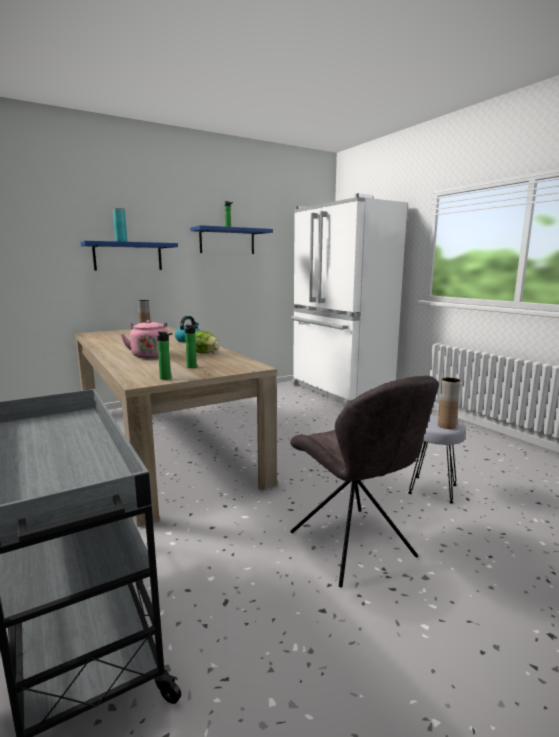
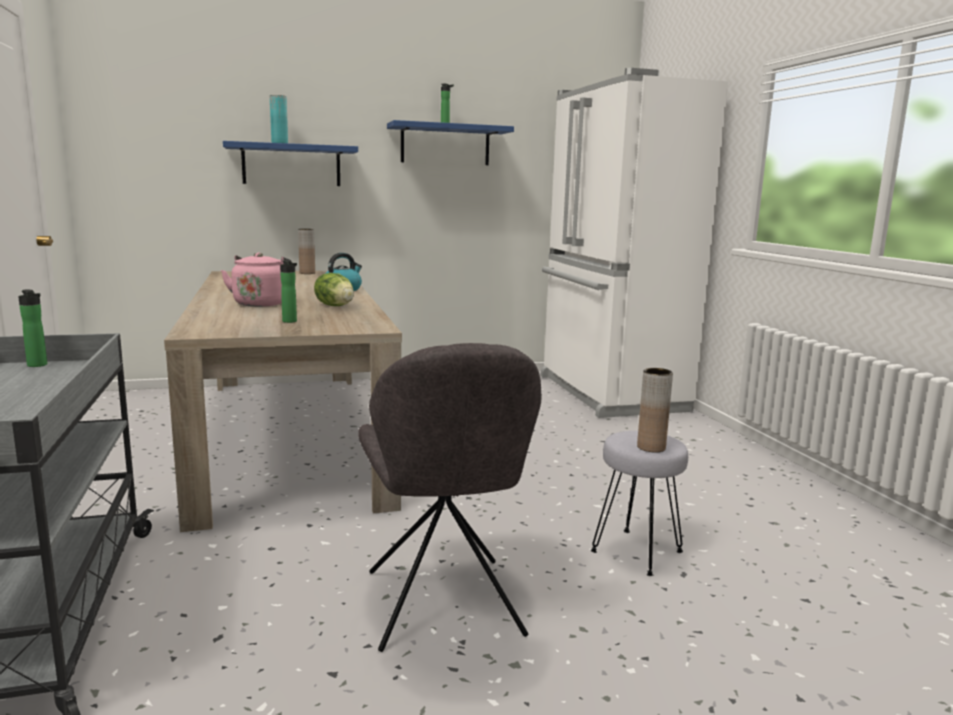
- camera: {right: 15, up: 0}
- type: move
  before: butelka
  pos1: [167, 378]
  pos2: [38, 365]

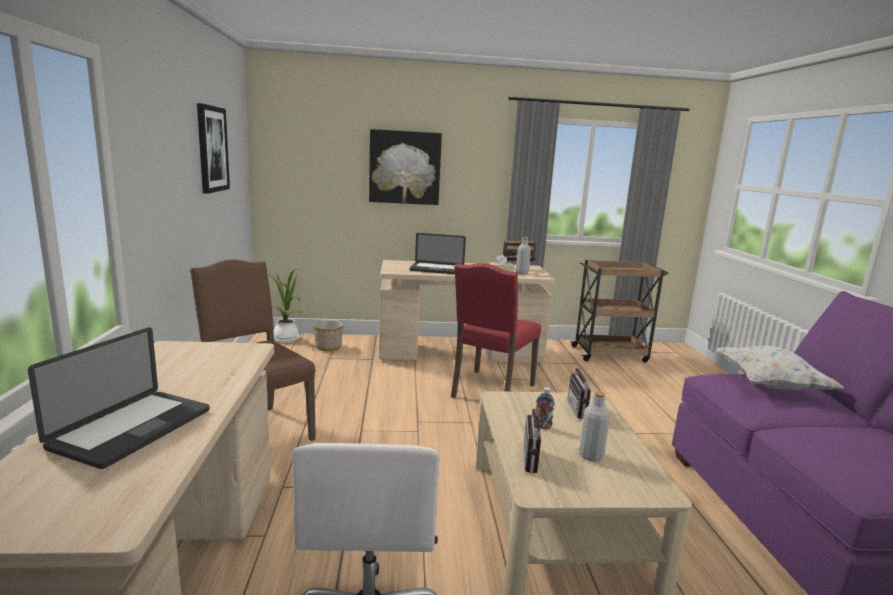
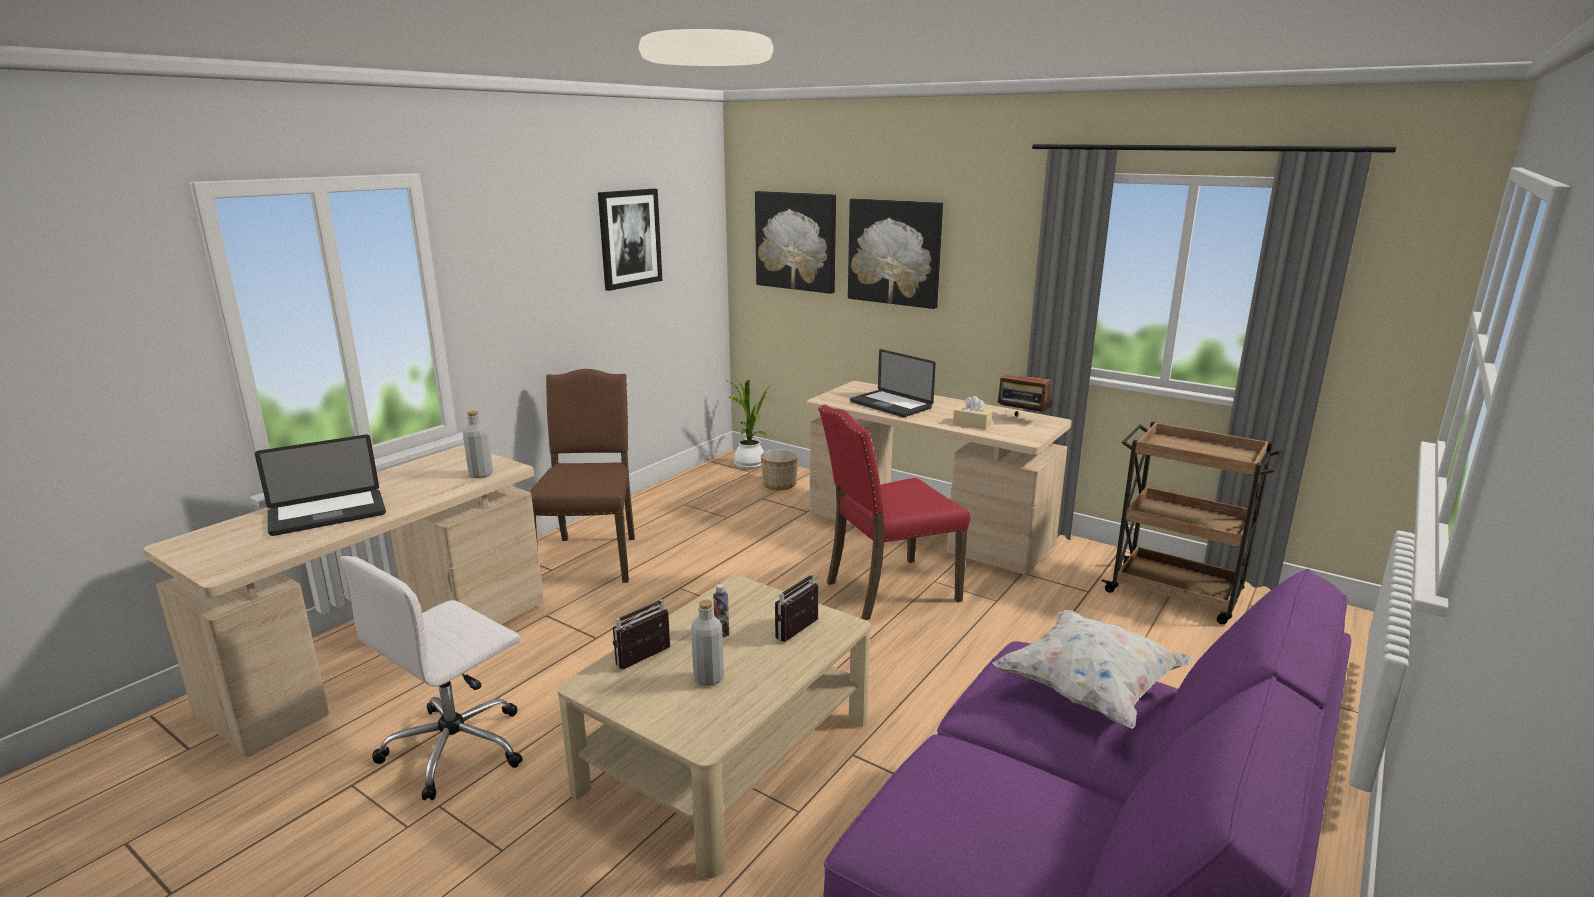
- camera: {right: 40, up: 5}
- type: move
  before: butelka [szary]
  pos1: [522, 273]
  pos2: [481, 474]
- type: insert
  after: obraz
  pos2: [796, 241]

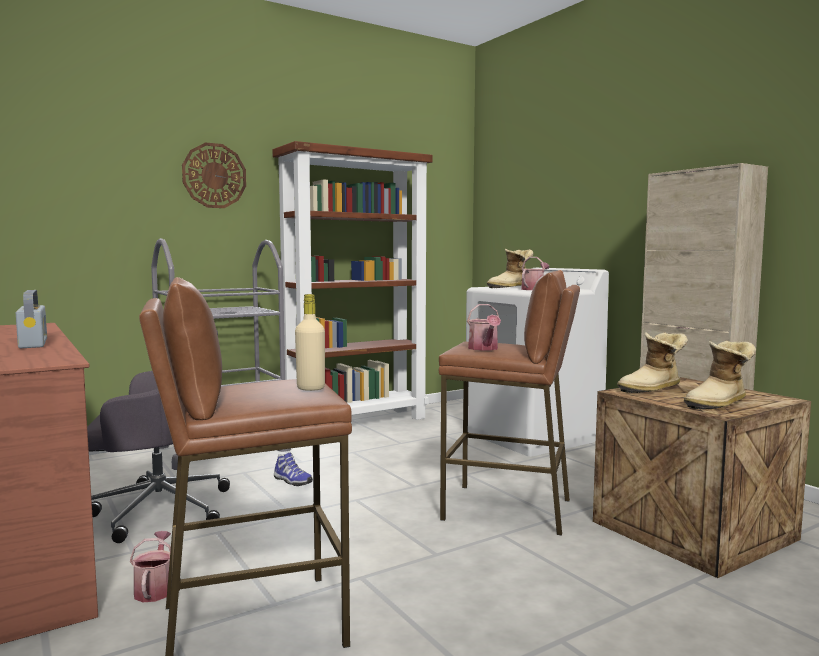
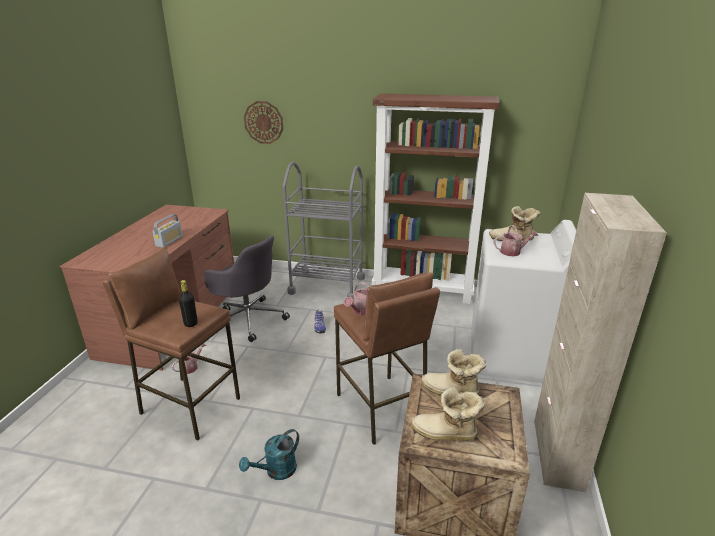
- camera: {right: 45, up: 20}
- type: move
  before: zegar ścienny
  pos1: [214, 176]
  pos2: [263, 122]
- type: recolor
  before: butelka [beżowy]
  after: butelka [czarny]
  pos1: [310, 388]
  pos2: [191, 323]
- type: insert
  after: konewka [turkusowy]
  pos2: [276, 471]

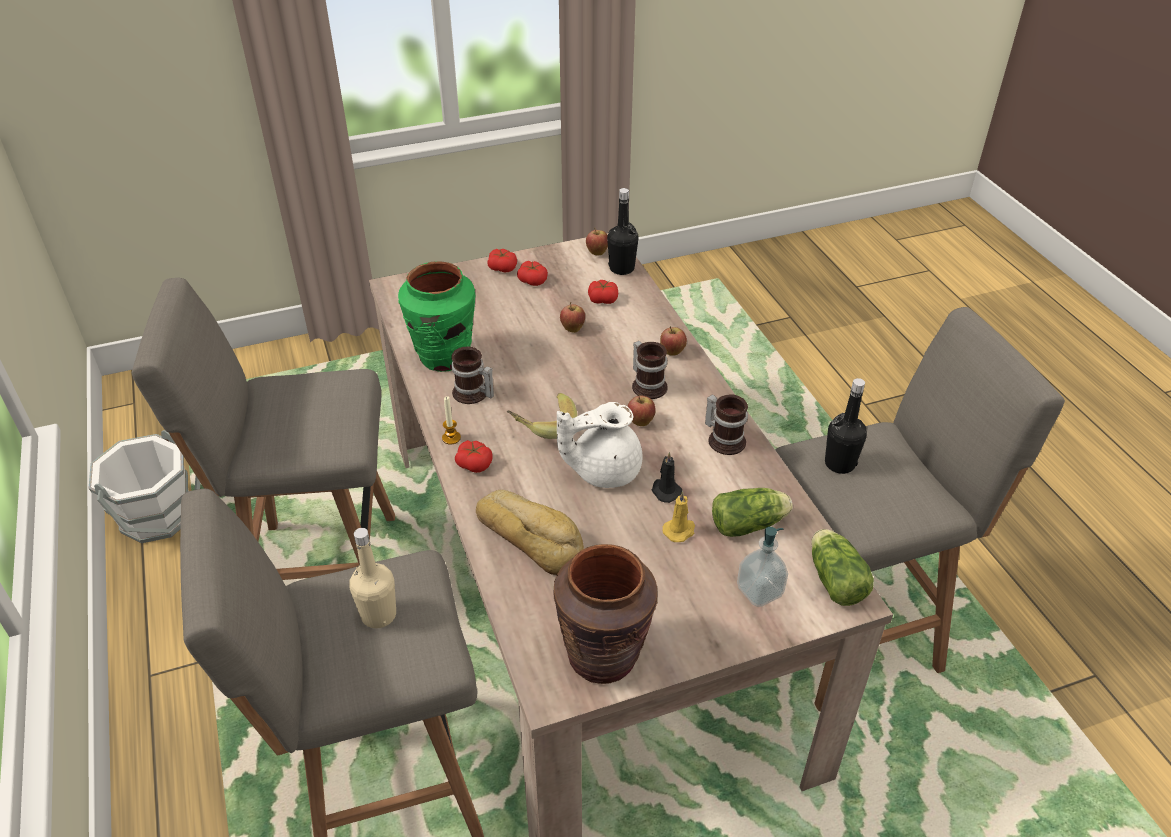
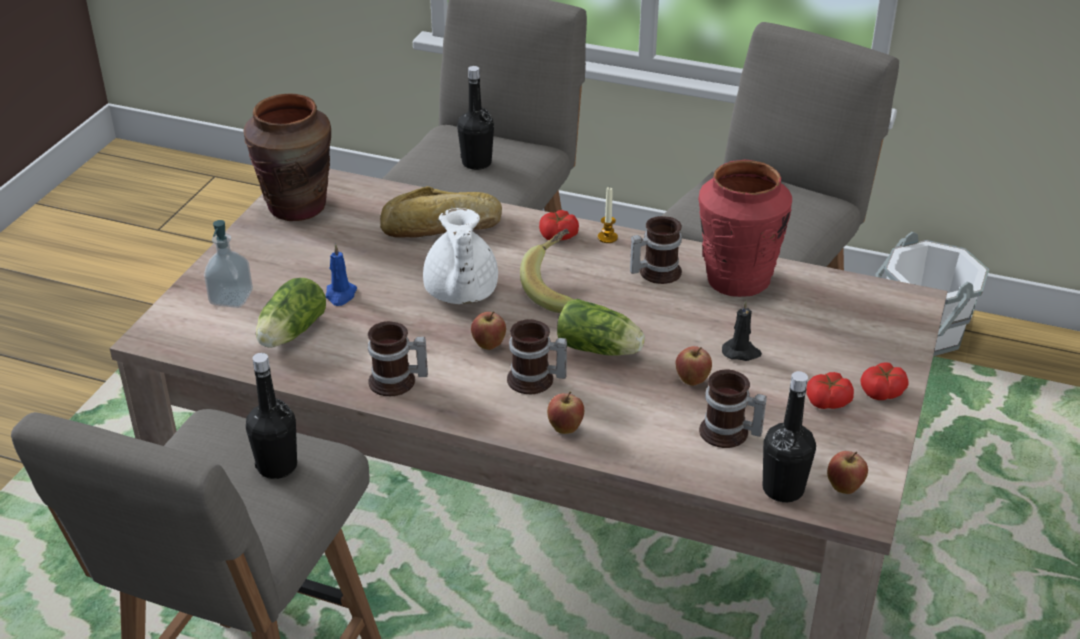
- camera: {right: 130, up: -5}
- type: recolor
  before: wazon [zielony]
  after: wazon [czerwony]
  pos1: [444, 357]
  pos2: [737, 280]
- type: replace
  before: pomidor
  after: kubek
  pos1: [603, 299]
  pos2: [728, 434]
- type: rotate
  before: imbryk [biały]
  pos1: [603, 470]
  pos2: [460, 293]
  turn: 150
- type: move
  before: świeca [czarny]
  pos1: [665, 491]
  pos2: [741, 352]
- type: recolor
  before: świeca [żółty]
  after: świeca [niebieski]
  pos1: [680, 530]
  pos2: [340, 295]
- type: recolor
  before: butelka [beżowy]
  after: butelka [czarny]
  pos1: [378, 615]
  pos2: [476, 163]
- type: move
  before: sałata
  pos1: [834, 578]
  pos2: [600, 349]

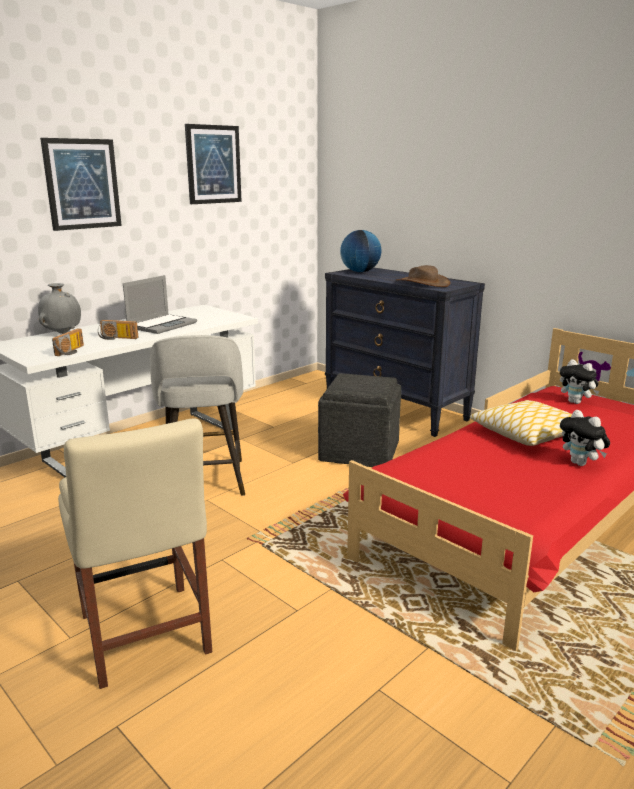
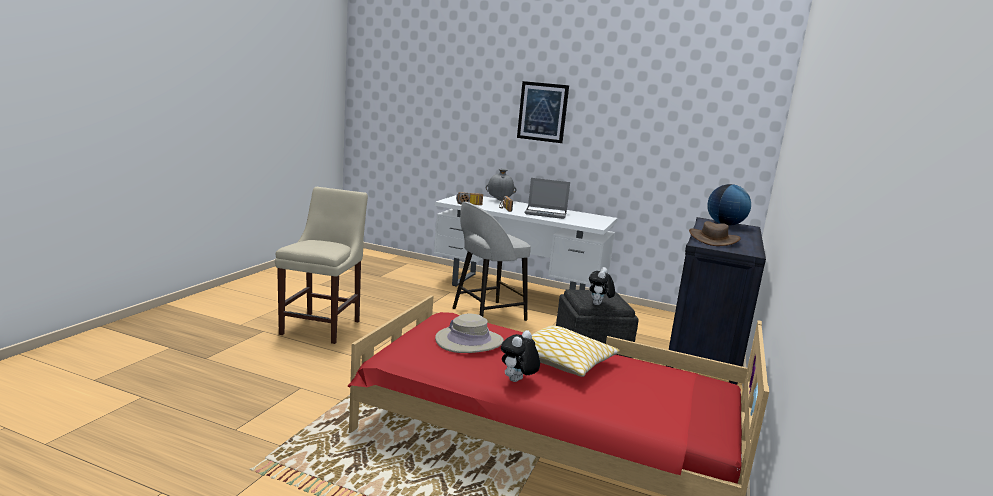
- camera: {right: 65, up: -5}
- type: delete
  before: obraz
  pos1: [213, 164]
- type: move
  before: pluszak
  pos1: [576, 402]
  pos2: [598, 305]
- type: rotate
  before: krzesło [beżowy]
  pos1: [145, 638]
  pos2: [323, 326]
  turn: 150
- type: insert
  after: kapelusz [beżowy]
  pos2: [469, 341]

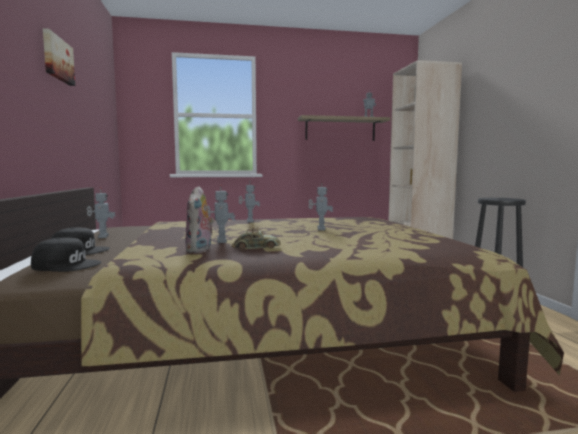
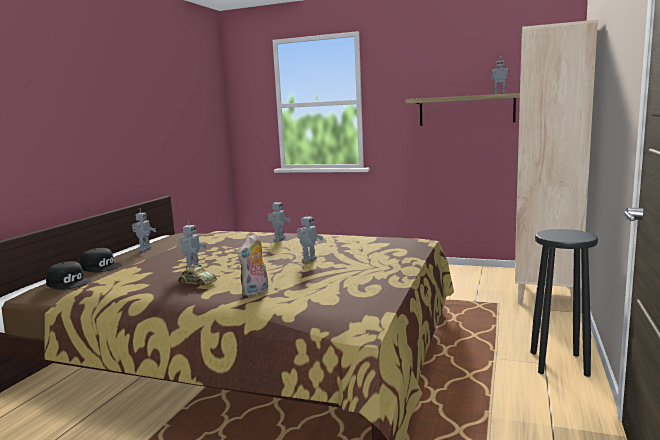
- camera: {right: 30, up: 5}
- type: delete
  before: obraz
  pos1: [57, 59]
- type: move
  before: pluszak
  pos1: [200, 250]
  pos2: [256, 292]

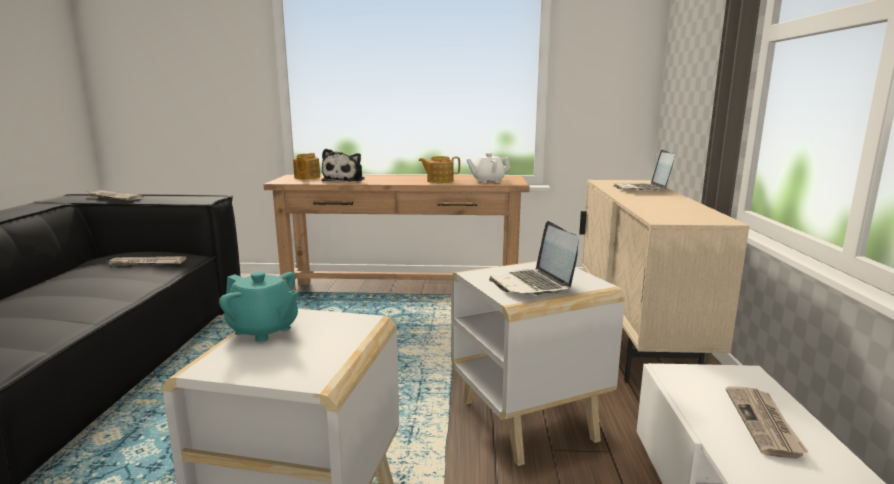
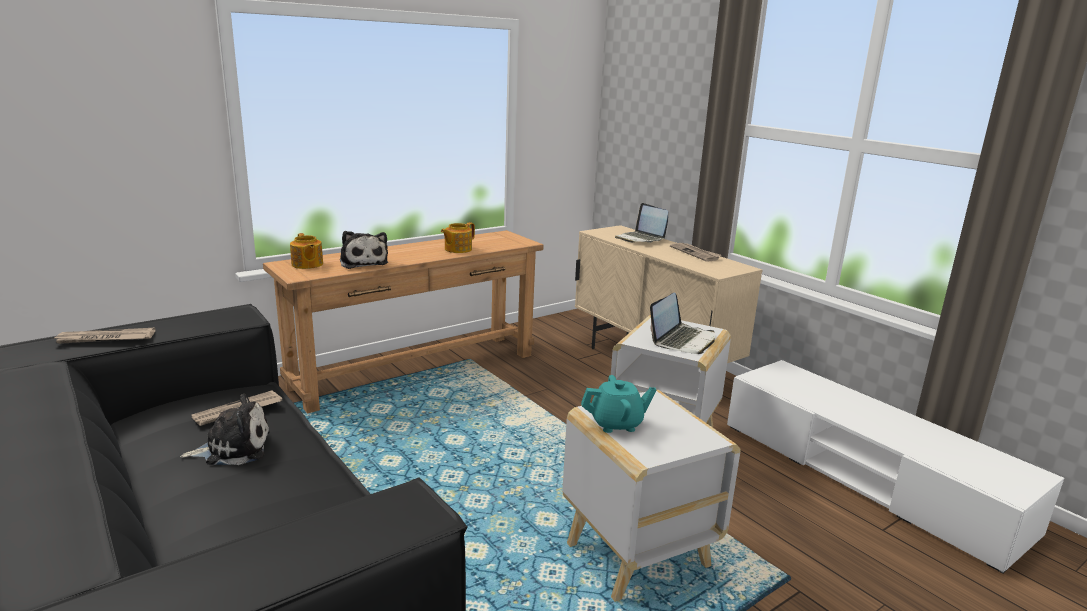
- camera: {right: -40, up: 5}
- type: delete
  before: imbryk [biały]
  pos1: [488, 181]
- type: rotate
  before: laptop
  pos1: [532, 284]
  pos2: [683, 340]
  turn: -90
- type: move
  before: gazeta
  pos1: [764, 423]
  pos2: [695, 253]
- type: insert
  after: pluszak
  pos2: [233, 448]

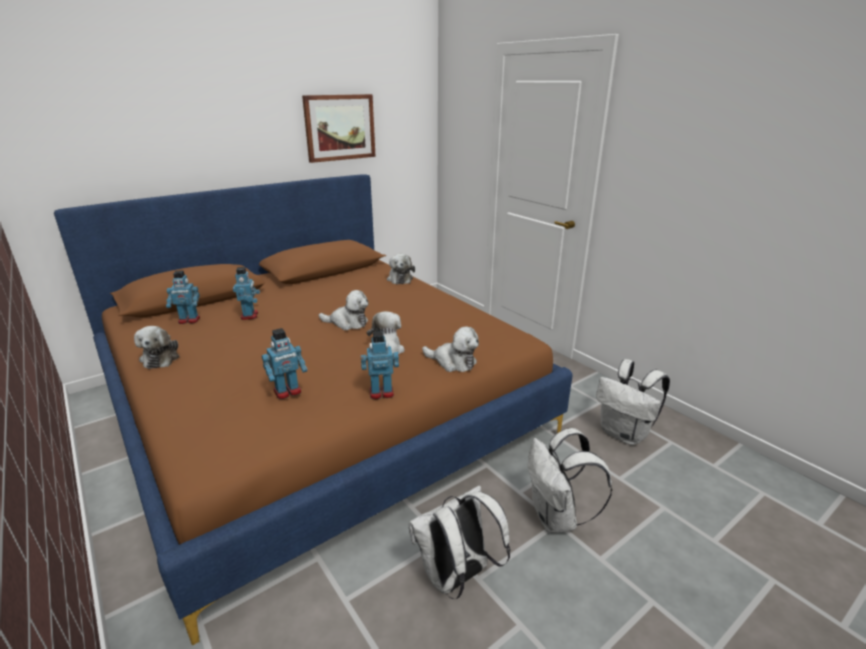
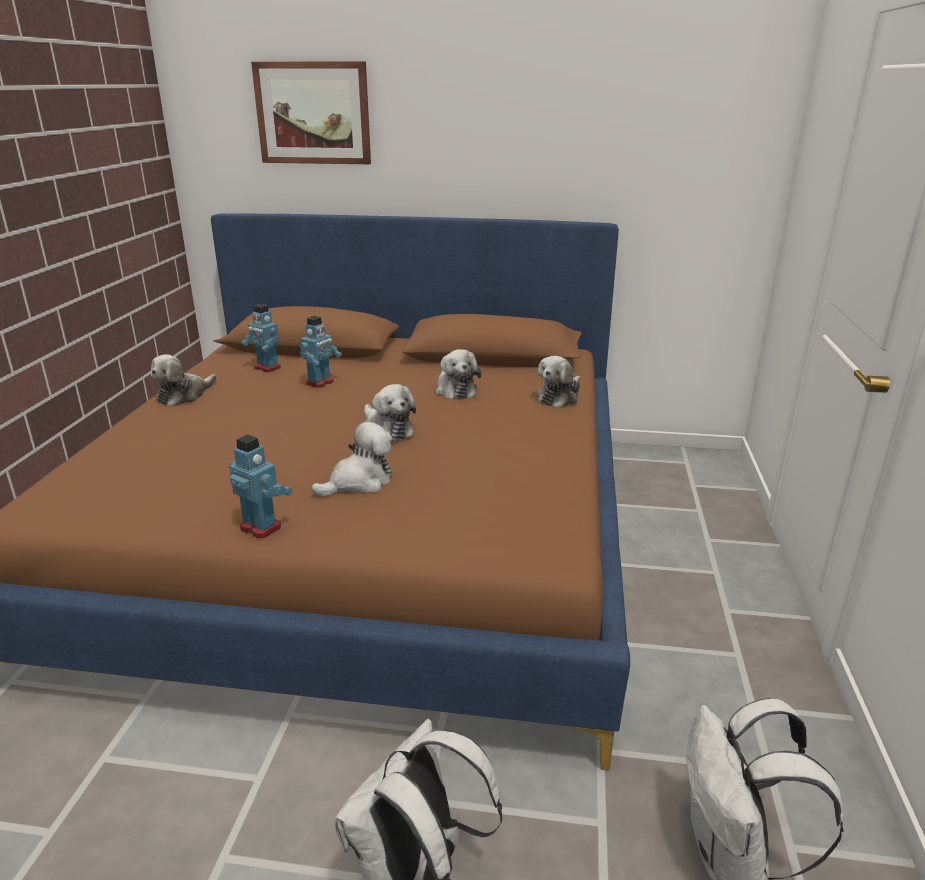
- camera: {right: 45, up: 0}
- type: move
  before: obraz
  pos1: [340, 127]
  pos2: [313, 113]
- type: move
  before: pluszak
  pos1: [453, 362]
  pos2: [455, 389]
- type: delete
  before: robot zabawkowy
  pos1: [288, 392]
- type: delete
  before: plecak [biały]
  pos1: [456, 577]

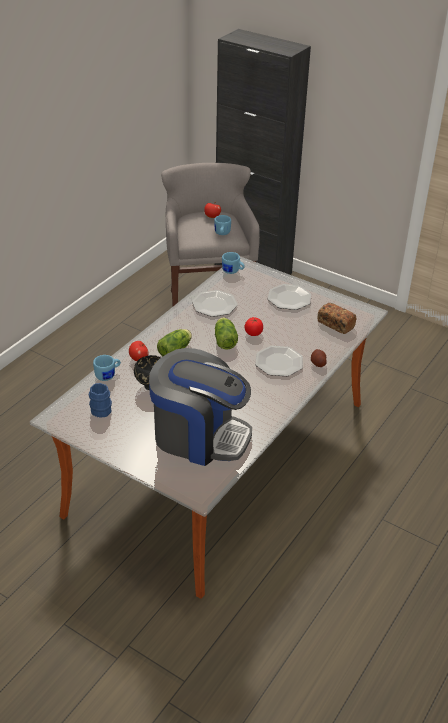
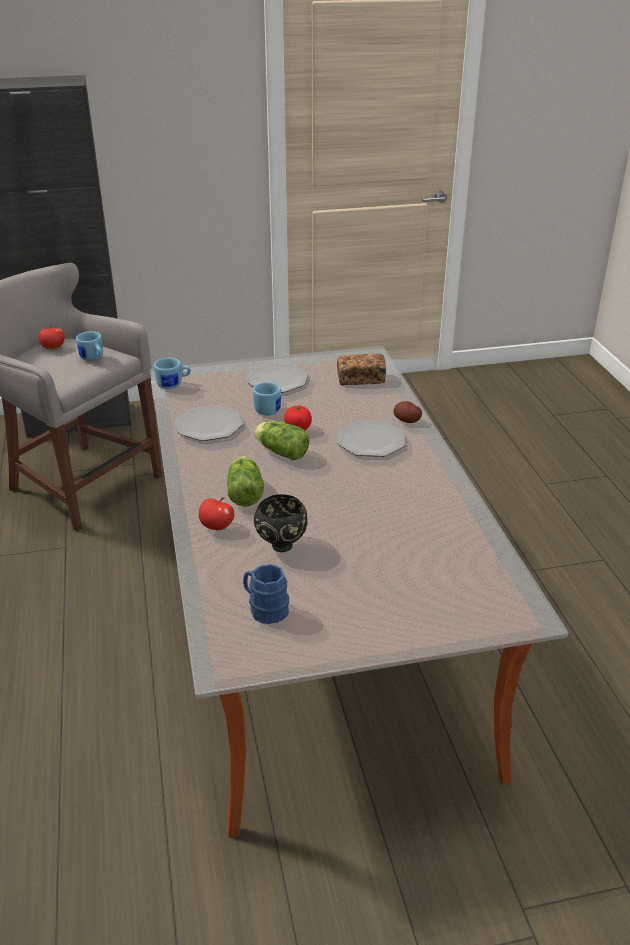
- camera: {right: -45, up: -5}
- type: delete
  before: ekspres do kawy
  pos1: [199, 436]
- type: move
  before: kubek [niebieski]
  pos1: [108, 375]
  pos2: [269, 408]

